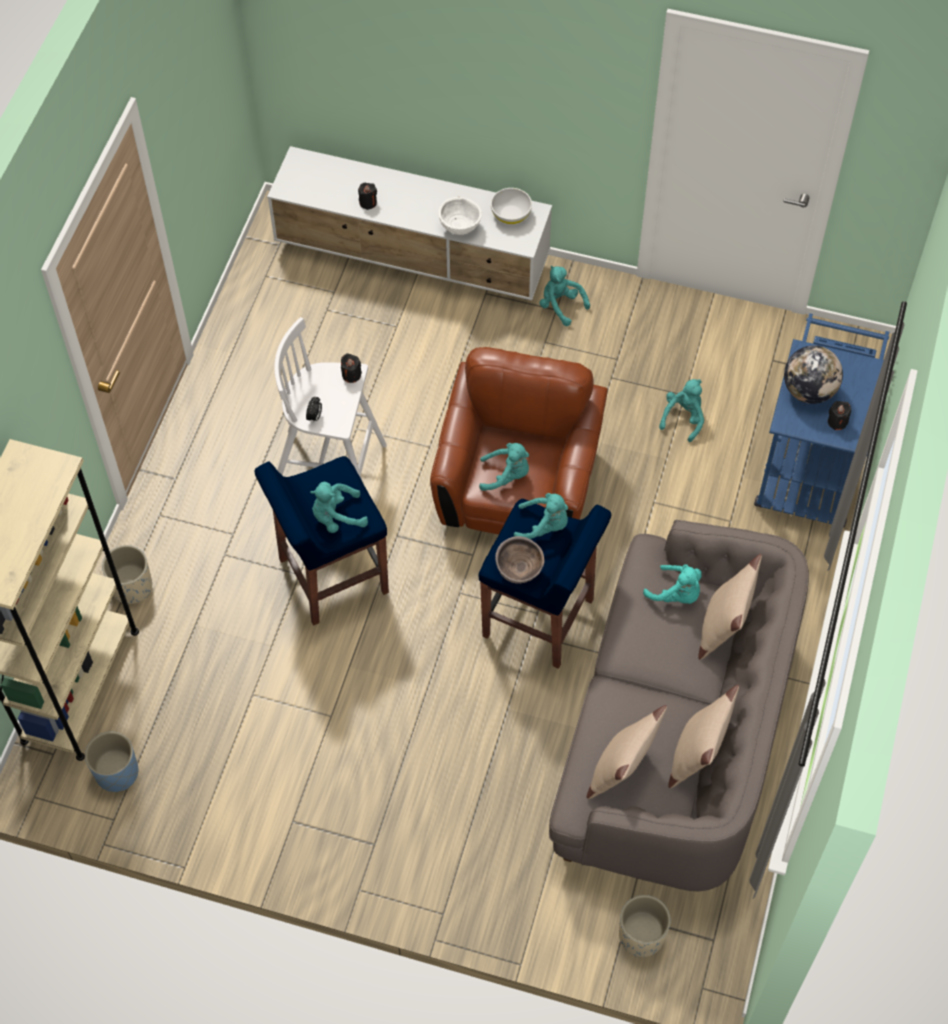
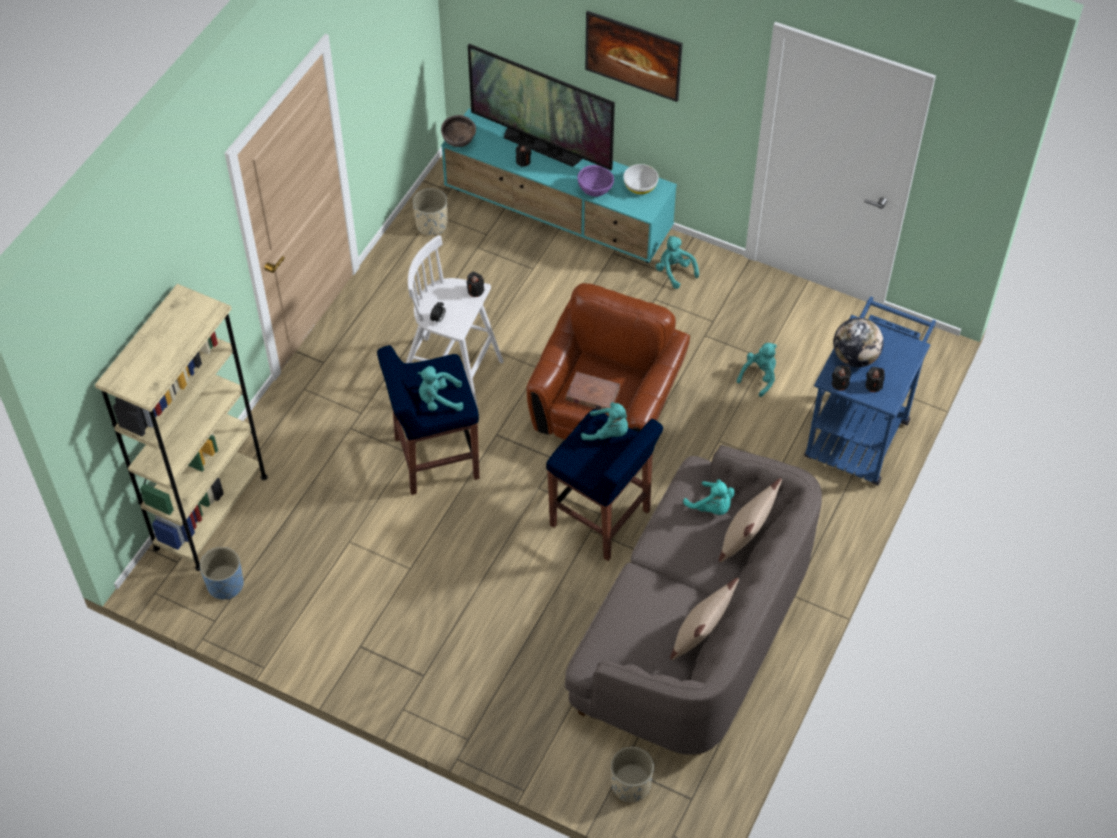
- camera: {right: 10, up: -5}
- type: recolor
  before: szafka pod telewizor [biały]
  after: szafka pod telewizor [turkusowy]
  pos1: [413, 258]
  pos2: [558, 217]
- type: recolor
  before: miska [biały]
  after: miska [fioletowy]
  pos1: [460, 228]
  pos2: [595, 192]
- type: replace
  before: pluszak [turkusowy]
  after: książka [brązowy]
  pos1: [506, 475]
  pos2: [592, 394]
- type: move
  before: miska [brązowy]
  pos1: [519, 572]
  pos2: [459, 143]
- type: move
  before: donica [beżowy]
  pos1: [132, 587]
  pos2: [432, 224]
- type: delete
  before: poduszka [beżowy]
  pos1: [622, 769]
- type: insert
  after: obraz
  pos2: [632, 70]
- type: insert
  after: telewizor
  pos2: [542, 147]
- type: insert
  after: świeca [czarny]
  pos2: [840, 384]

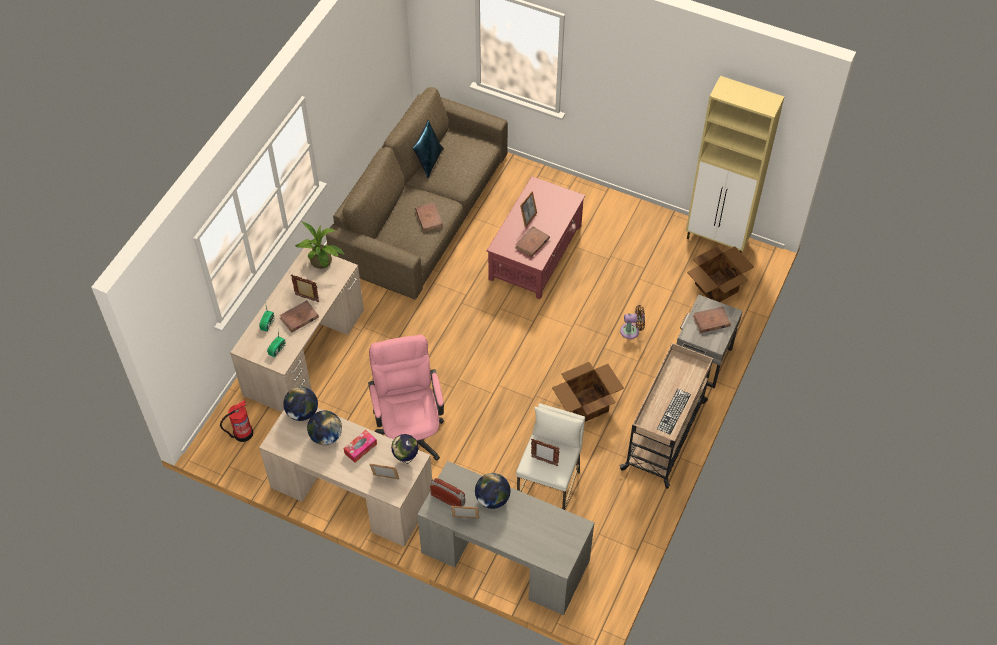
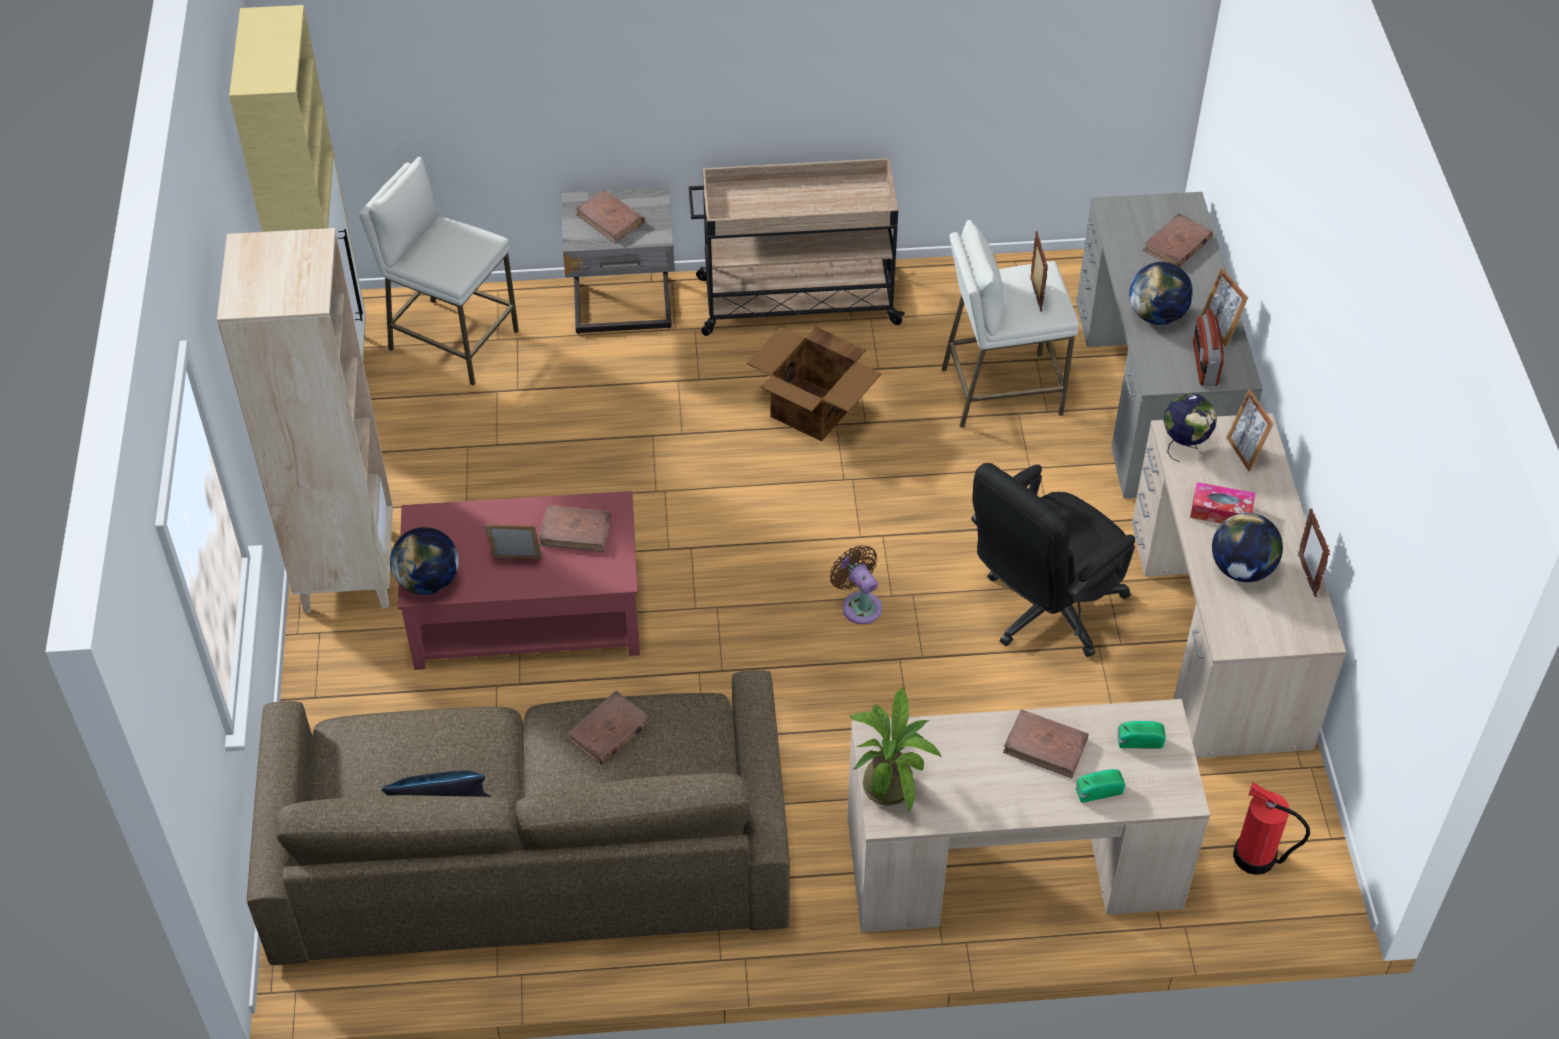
- camera: {right: -120, up: -5}
- type: replace
  before: karton
  after: stołek [biały]
  pos1: [717, 287]
  pos2: [452, 341]
- type: move
  before: ramka na zdjęcie
  pos1: [307, 298]
  pos2: [1307, 575]
- type: move
  before: wentylator [brązowy]
  pos1: [632, 331]
  pos2: [859, 605]
- type: recolor
  before: krzesło biurowe [różowy]
  after: krzesło biurowe [czarny]
  pos1: [410, 430]
  pos2: [1043, 612]
- type: move
  before: globus
  pos1: [302, 412]
  pos2: [428, 581]
- type: delete
  before: klawiatura
  pos1: [673, 411]
- type: insert
  after: książka [brązowy]
  pos2: [1177, 244]
- type: insert
  after: regał [beżowy]
  pos2: [347, 570]

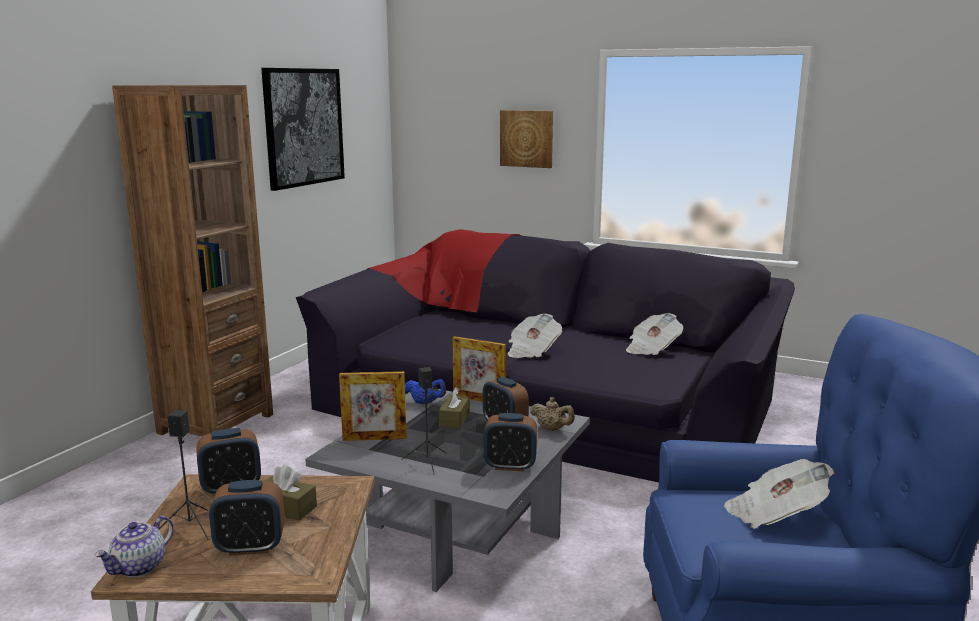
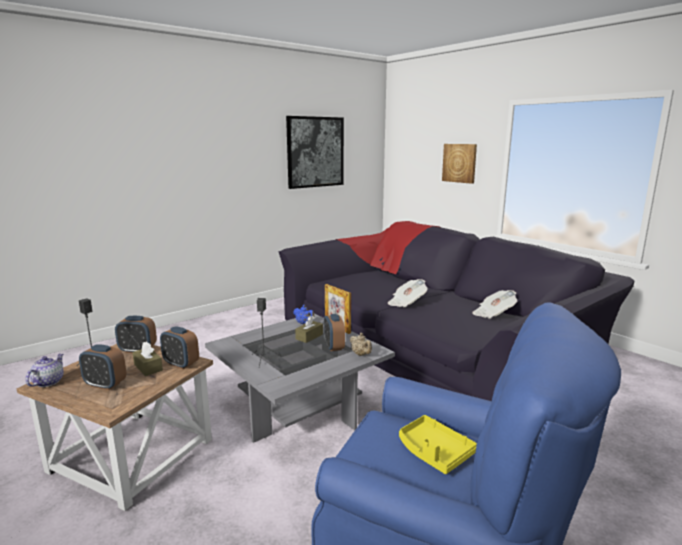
- camera: {right: 25, up: 0}
- type: delete
  before: regał [brązowy]
  pos1: [216, 424]
- type: delete
  before: ramka na zdjęcie
  pos1: [374, 438]
- type: move
  before: budzik
  pos1: [510, 466]
  pos2: [181, 364]
- type: replace
  before: gazeta
  after: taca [żółty]
  pos1: [774, 515]
  pos2: [434, 452]
- type: rotate
  before: imbryk
  pos1: [139, 567]
  pos2: [48, 382]
  turn: 135

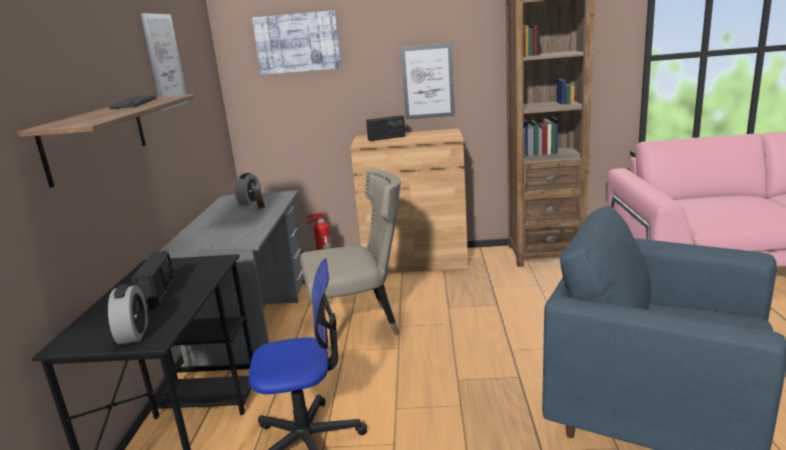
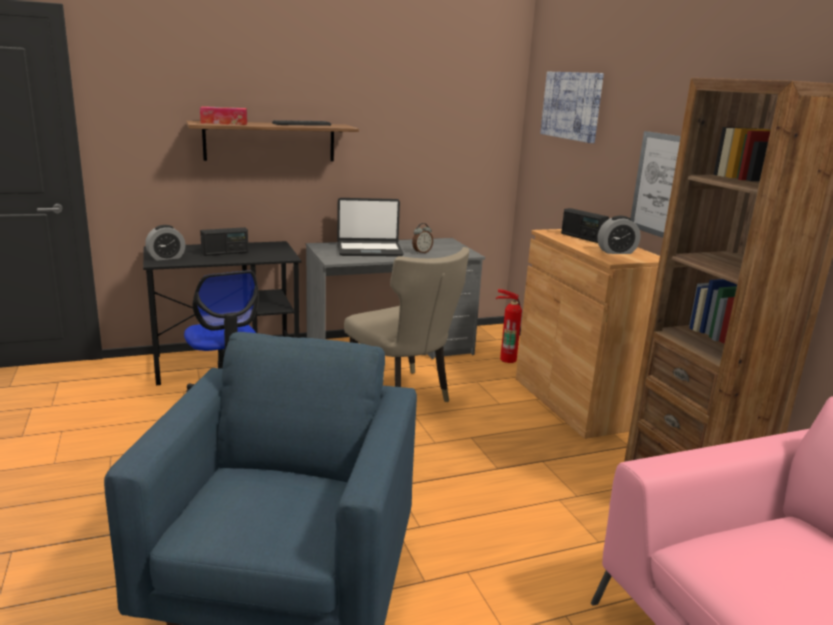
- camera: {right: 65, up: 0}
- type: delete
  before: obraz
  pos1: [165, 61]
- type: move
  before: budzik
  pos1: [249, 201]
  pos2: [616, 252]
- type: insert
  after: pudełko chusteczek
  pos2: [224, 123]
- type: insert
  after: laptop
  pos2: [369, 250]

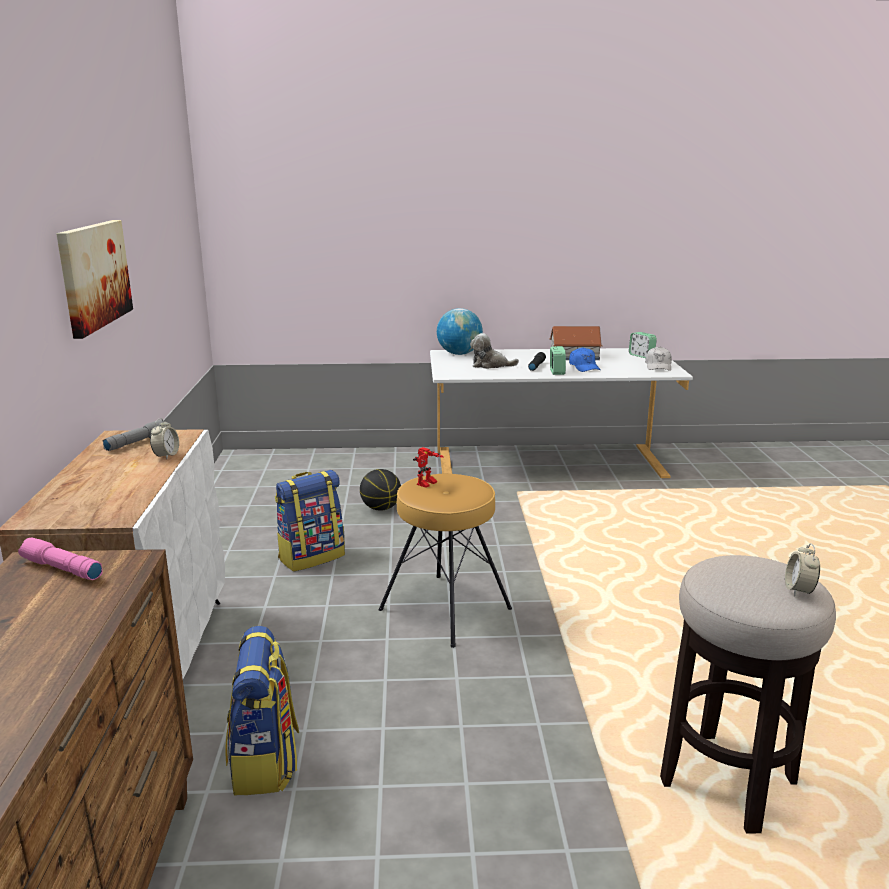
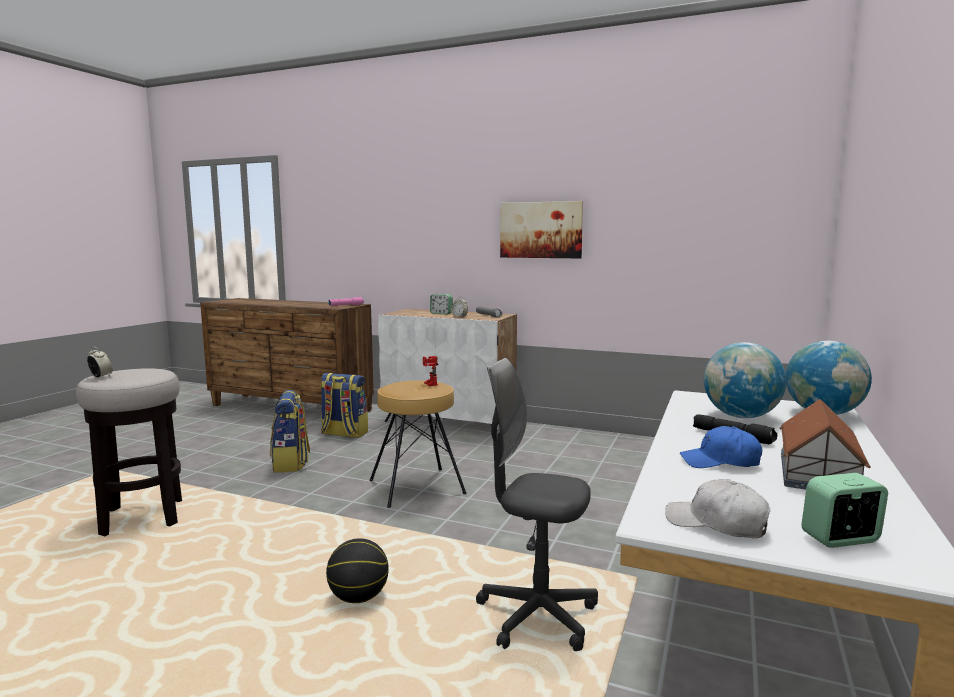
- camera: {right: 115, up: -10}
- type: replace
  before: pluszak
  after: globus
  pos1: [490, 365]
  pos2: [741, 416]
- type: move
  before: budzik
  pos1: [557, 372]
  pos2: [441, 313]
- type: move
  before: piłka do koszykówki
  pos1: [381, 508]
  pos2: [358, 598]
- type: move
  before: plecak
  pos1: [311, 557]
  pos2: [291, 464]
- type: insert
  after: krzesło biurowe [szary]
  pos2: [537, 616]

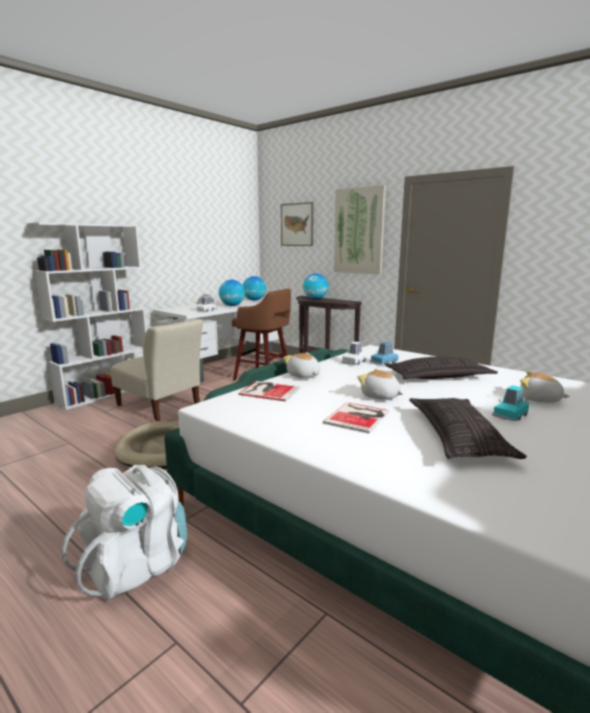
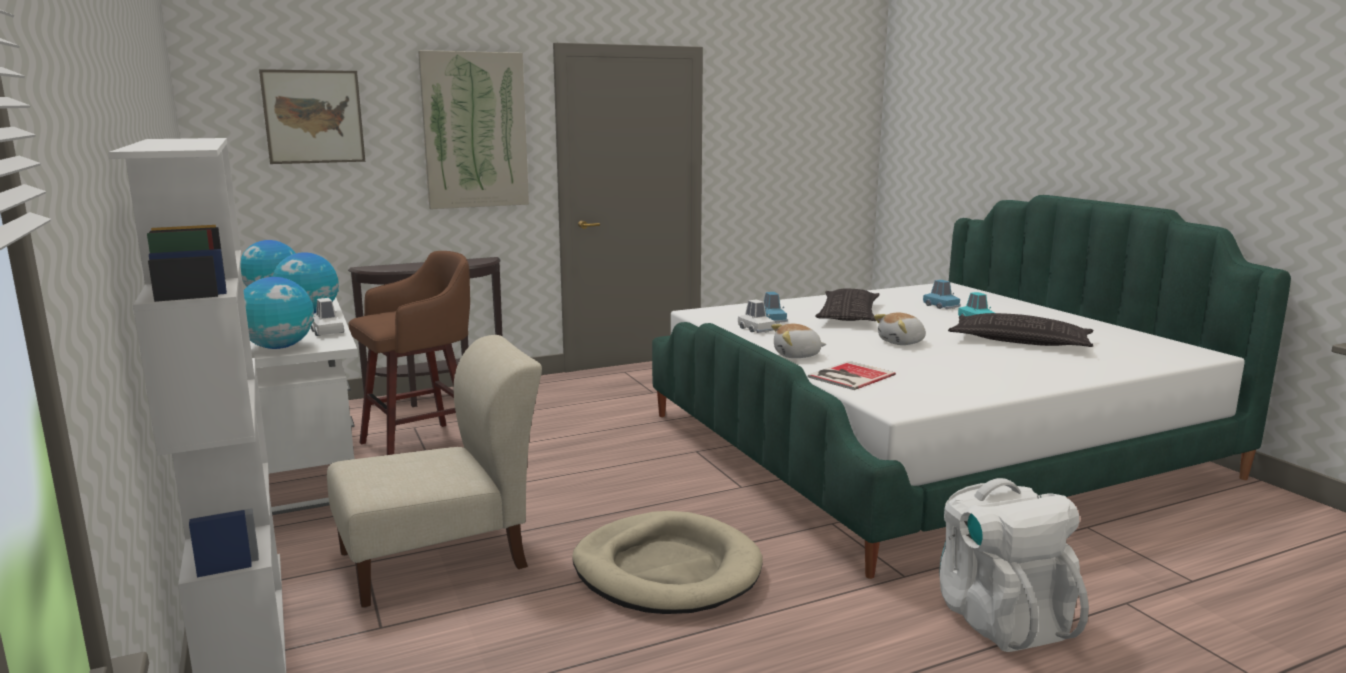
- camera: {right: -65, up: 0}
- type: move
  before: globus
  pos1: [315, 299]
  pos2: [279, 347]
- type: replace
  before: pluszak
  after: samochodzik [niebieski]
  pos1: [540, 399]
  pos2: [941, 306]
- type: delete
  before: książka
  pos1: [359, 417]

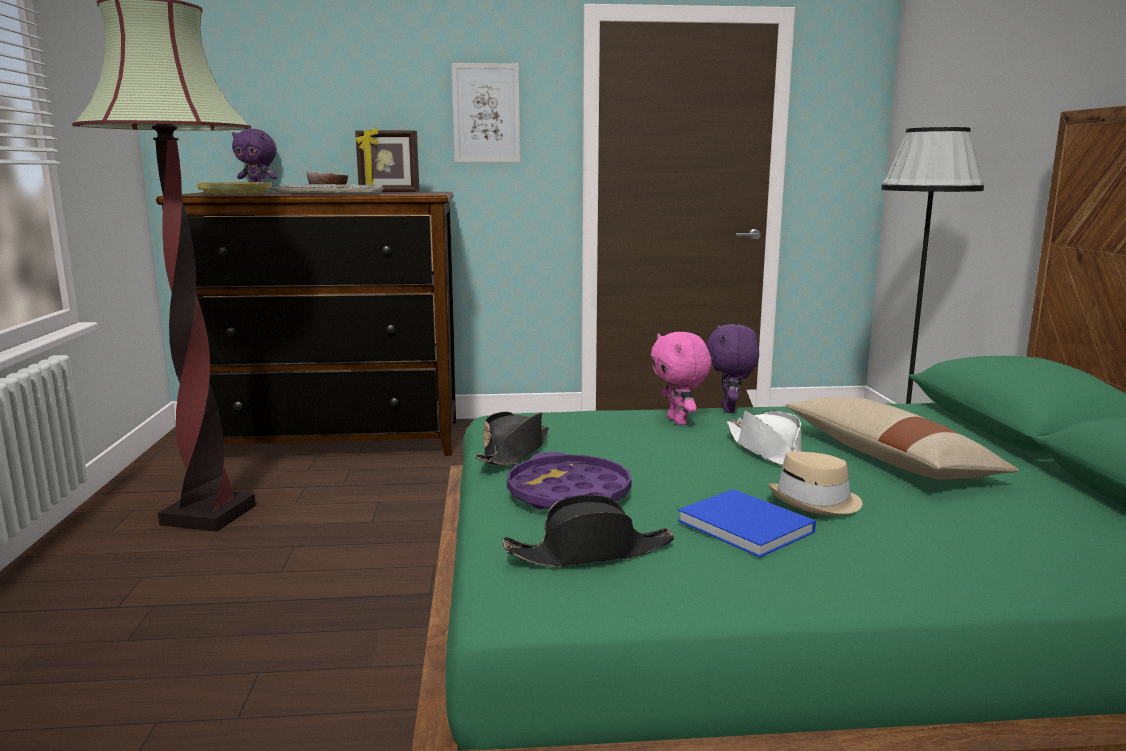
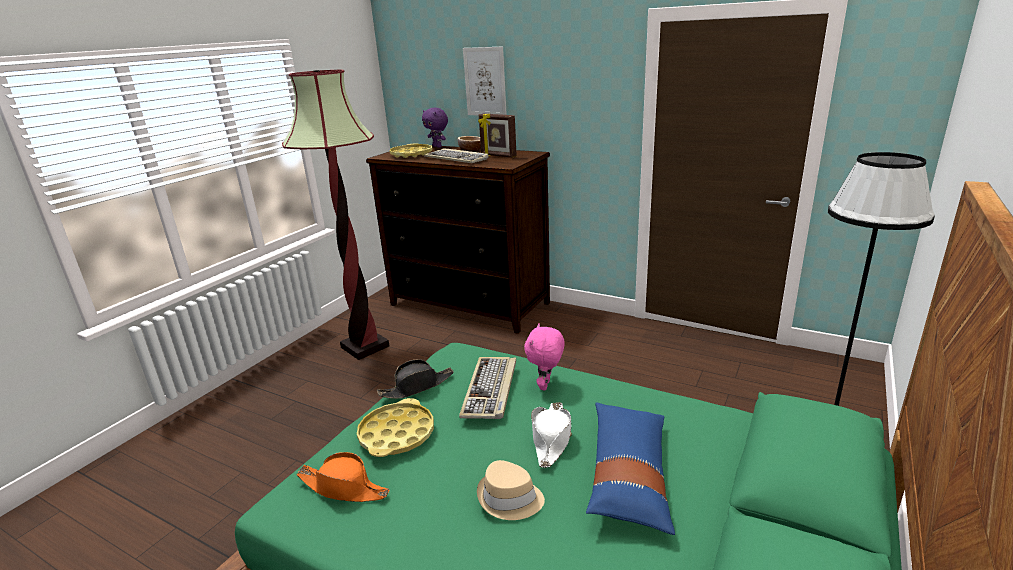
- camera: {right: 35, up: 10}
- type: move
  before: obraz
  pos1: [486, 113]
  pos2: [485, 82]
- type: delete
  before: pluszak [fioletowy]
  pos1: [730, 410]
- type: recolor
  before: poduszka [beżowy]
  after: poduszka [niebieski]
  pos1: [888, 459]
  pos2: [629, 475]
- type: recolor
  before: taca [fioletowy]
  after: taca [żółty]
  pos1: [568, 494]
  pos2: [396, 434]
- type: delete
  before: książka [niebieski]
  pos1: [748, 527]
- type: recolor
  before: kapelusz [czarny]
  after: kapelusz [pomarańczowy]
  pos1: [590, 552]
  pos2: [344, 488]
- type: insert
  after: klawiatura
  pos2: [490, 390]

